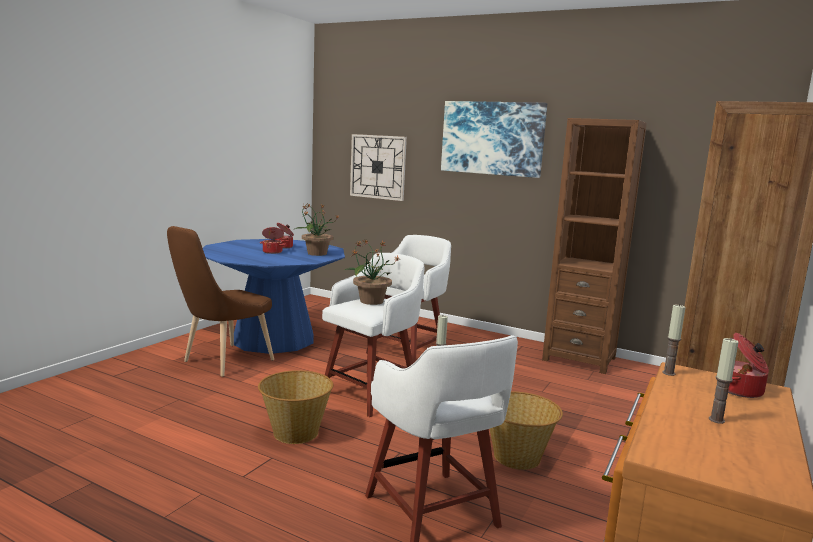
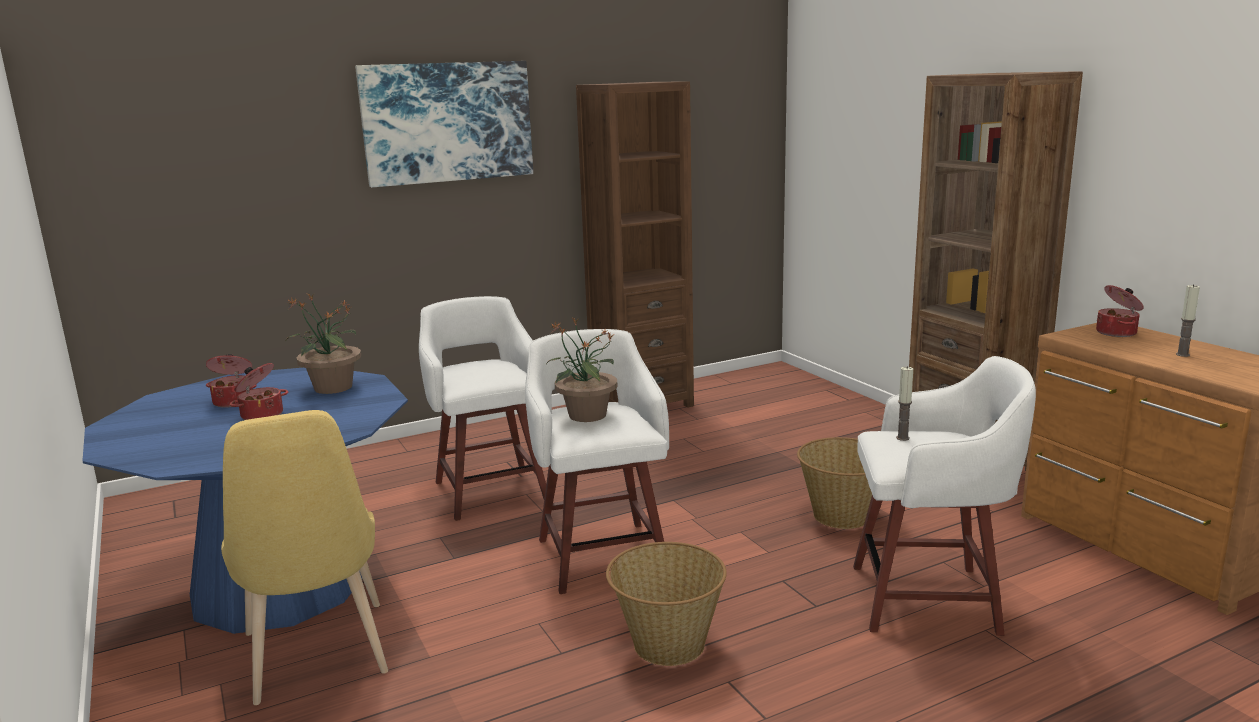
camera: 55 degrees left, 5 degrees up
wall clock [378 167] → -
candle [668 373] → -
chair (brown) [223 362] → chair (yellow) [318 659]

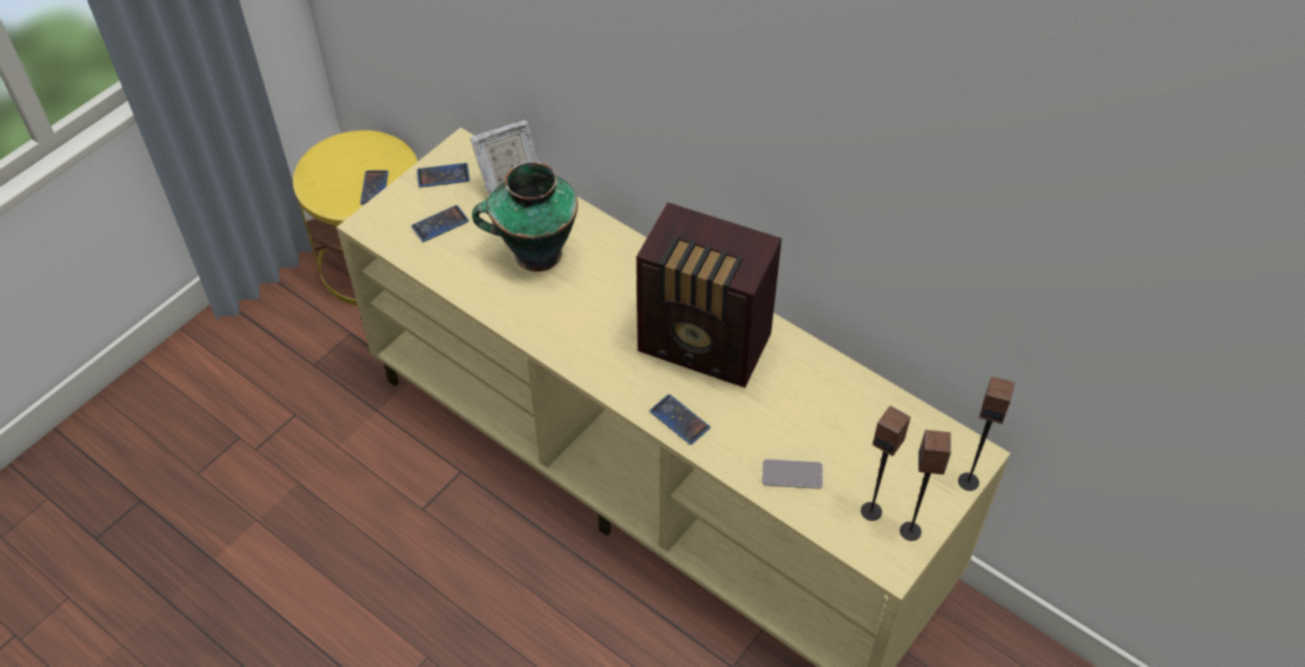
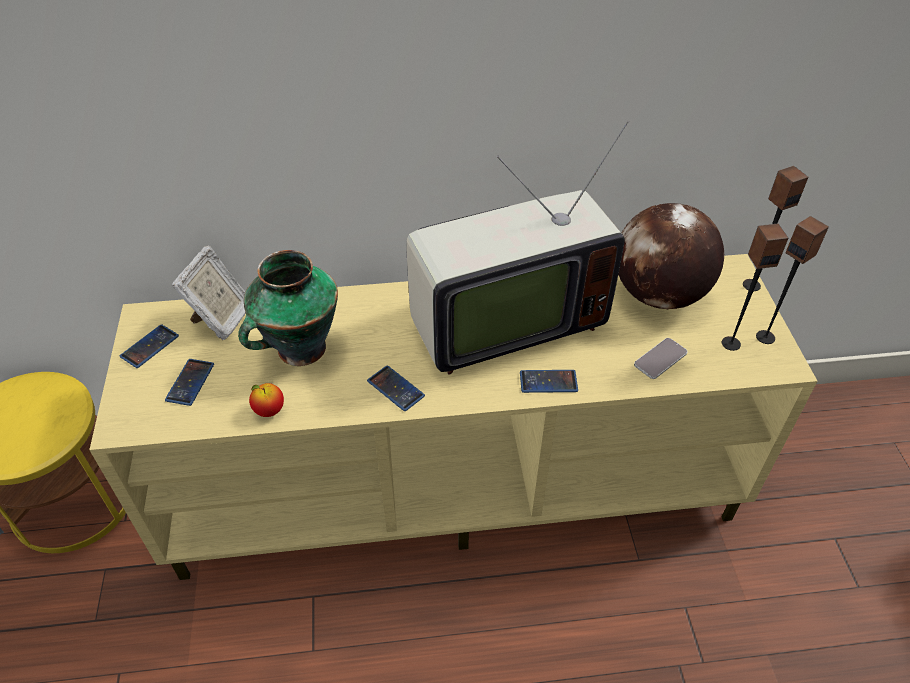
camera: 45 degrees left, 5 degrees down
- → apple [269 410]
- → globe [658 295]
phone [374 188] → phone [395 389], move
radio [706 346] → television [502 322]

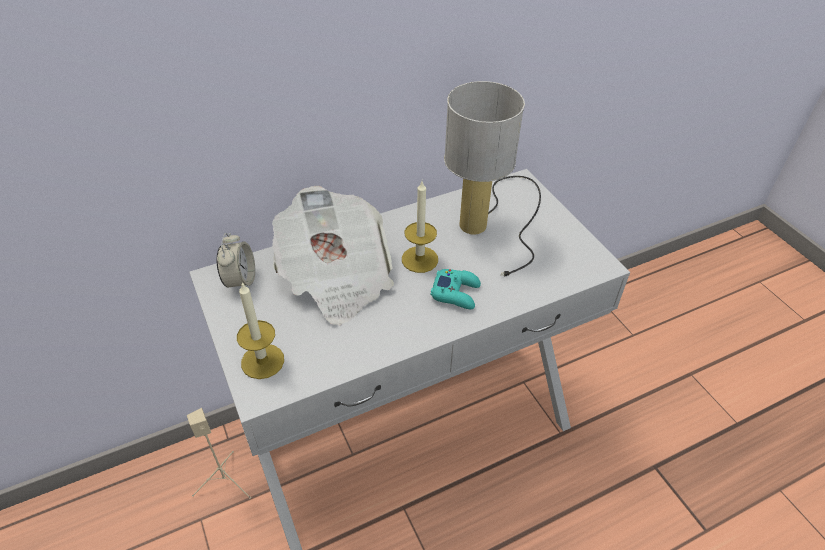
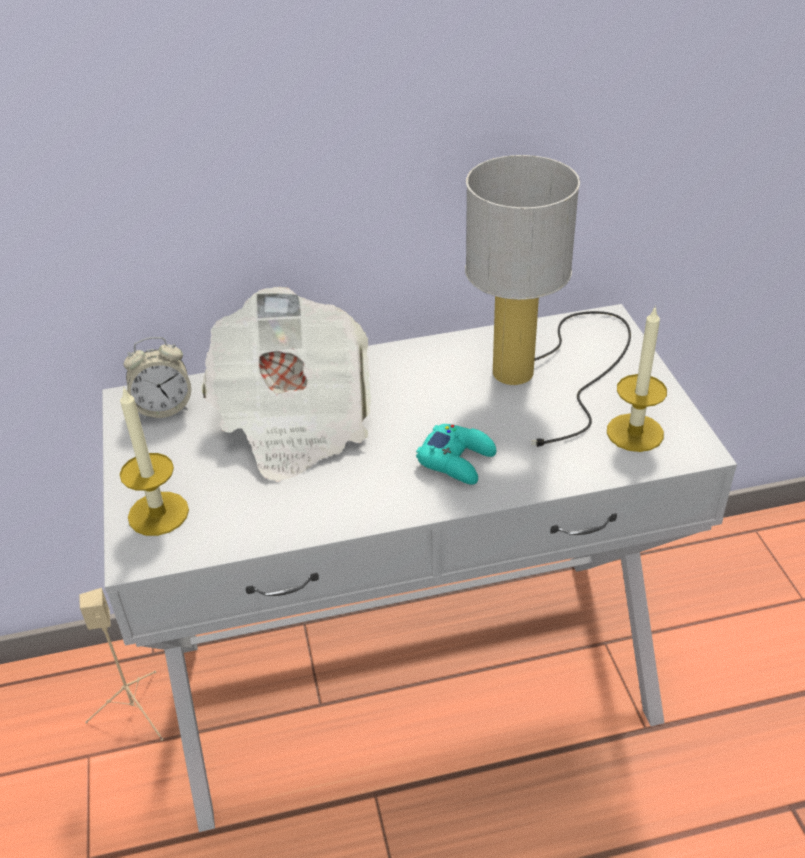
camera: 15 degrees right, 5 degrees down
candle [419 259] → candle [635 432], move
alarm clock [240 280] → alarm clock [164 408], 60 degrees clockwise

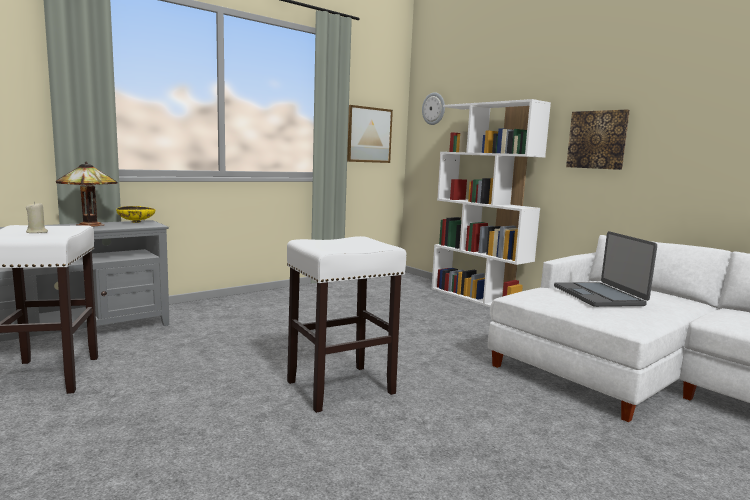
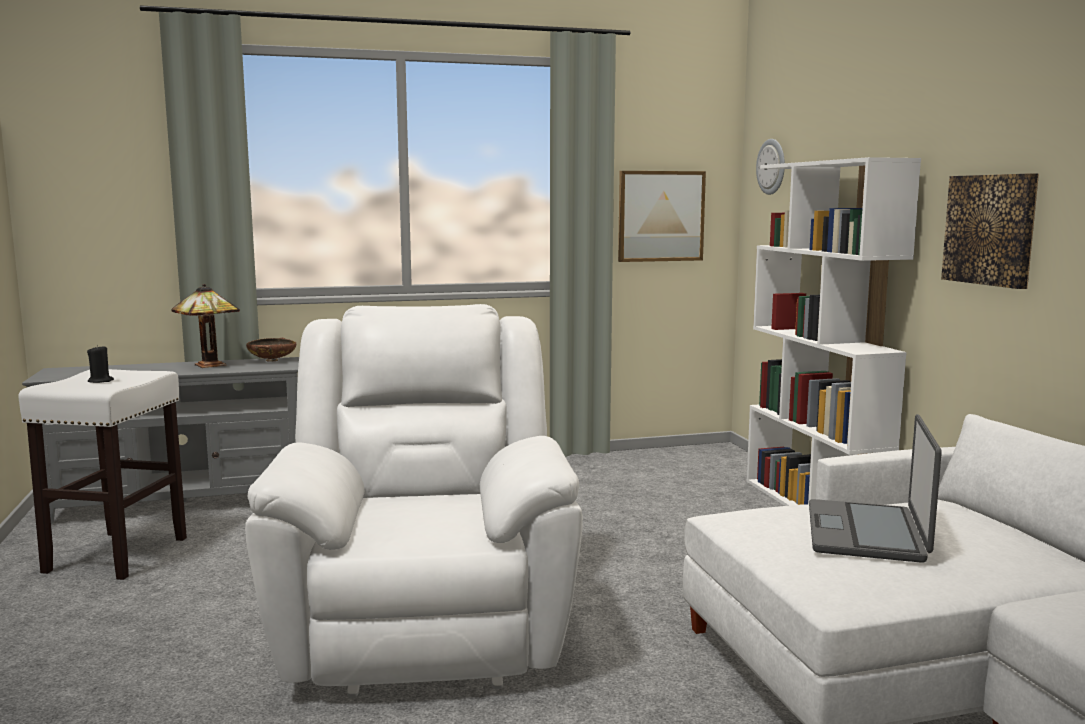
camera: 25 degrees right, 0 degrees up
stool (white) [341 387] → armchair (white) [425 624]
candle (beige) [37 232] → candle (black) [101 381]
bowl (yellow) [136 222] → bowl (brown) [272 360]

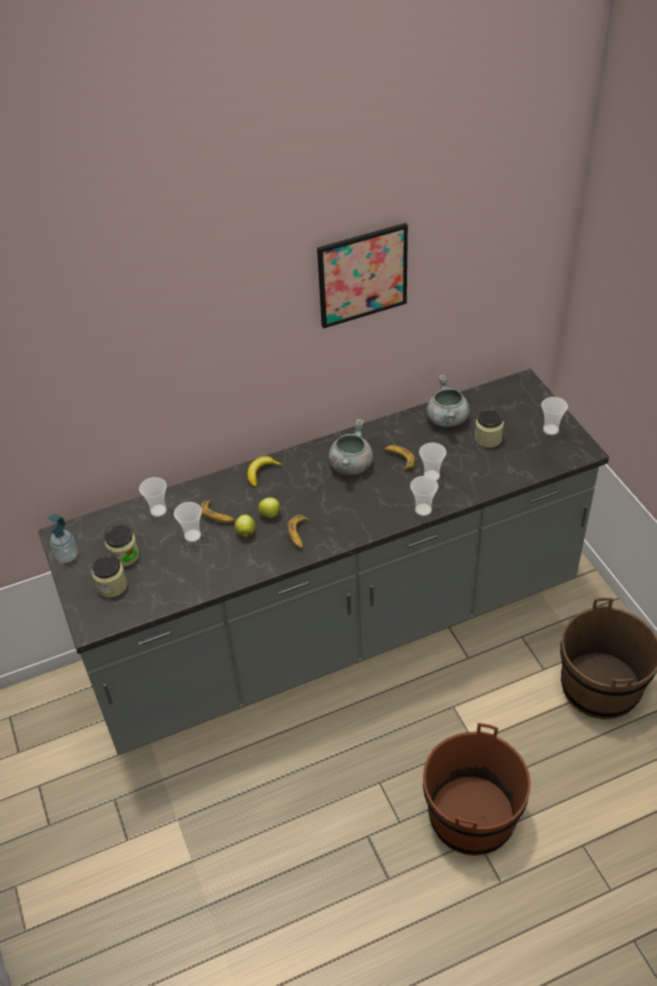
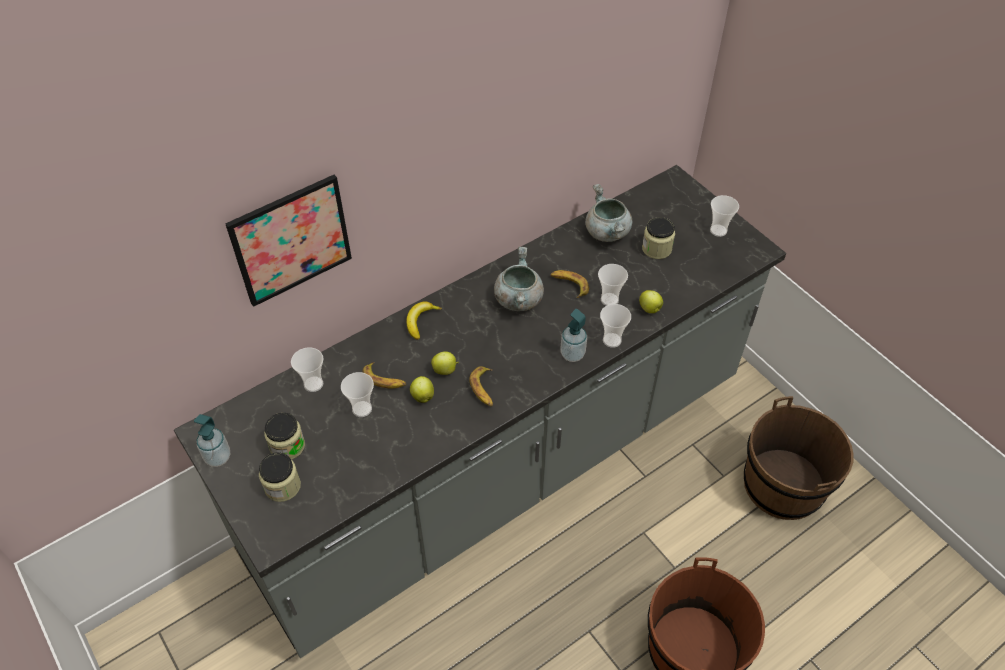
camera: 15 degrees left, 5 degrees up
- → soap dispenser [572 354]
- → apple [650 309]
picture [362 275] → picture [291 240], move

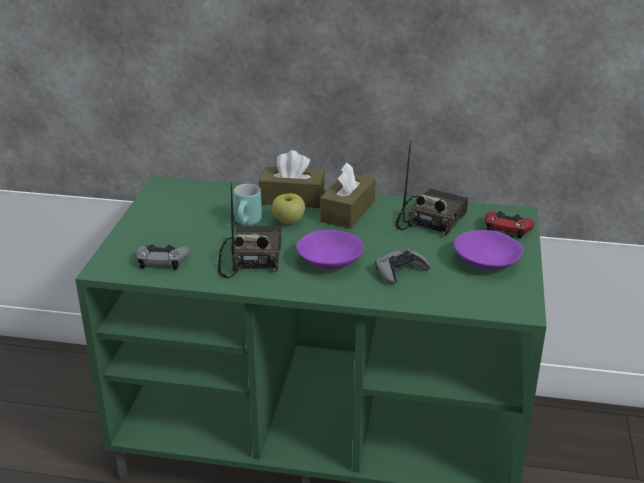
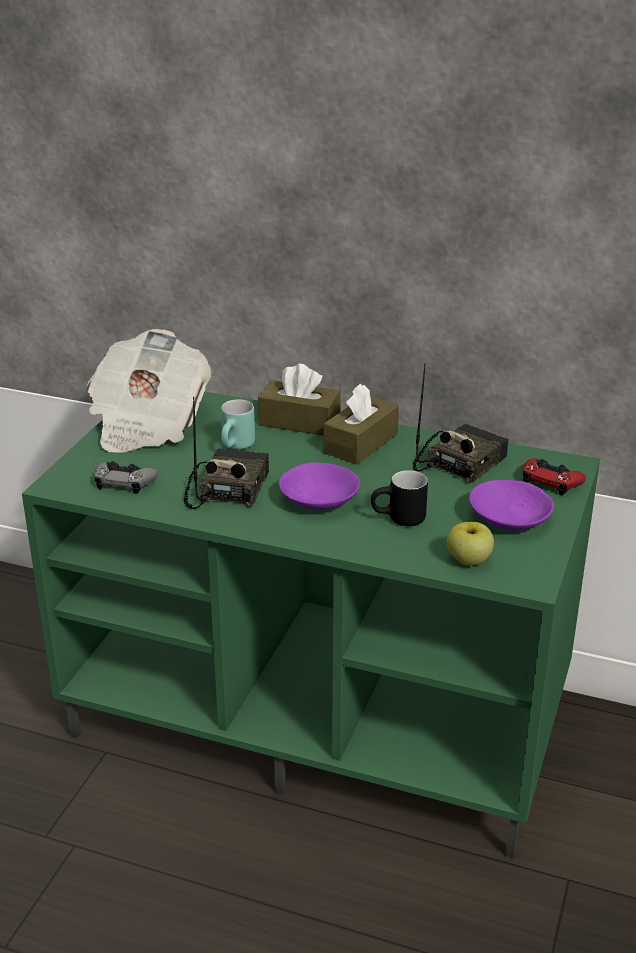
camera: 10 degrees right, 0 degrees up
- → newspaper [147 423]
apple [288 221] → apple [468 560], move
game controller (grey) [400 271] → mug (black) [399 520]

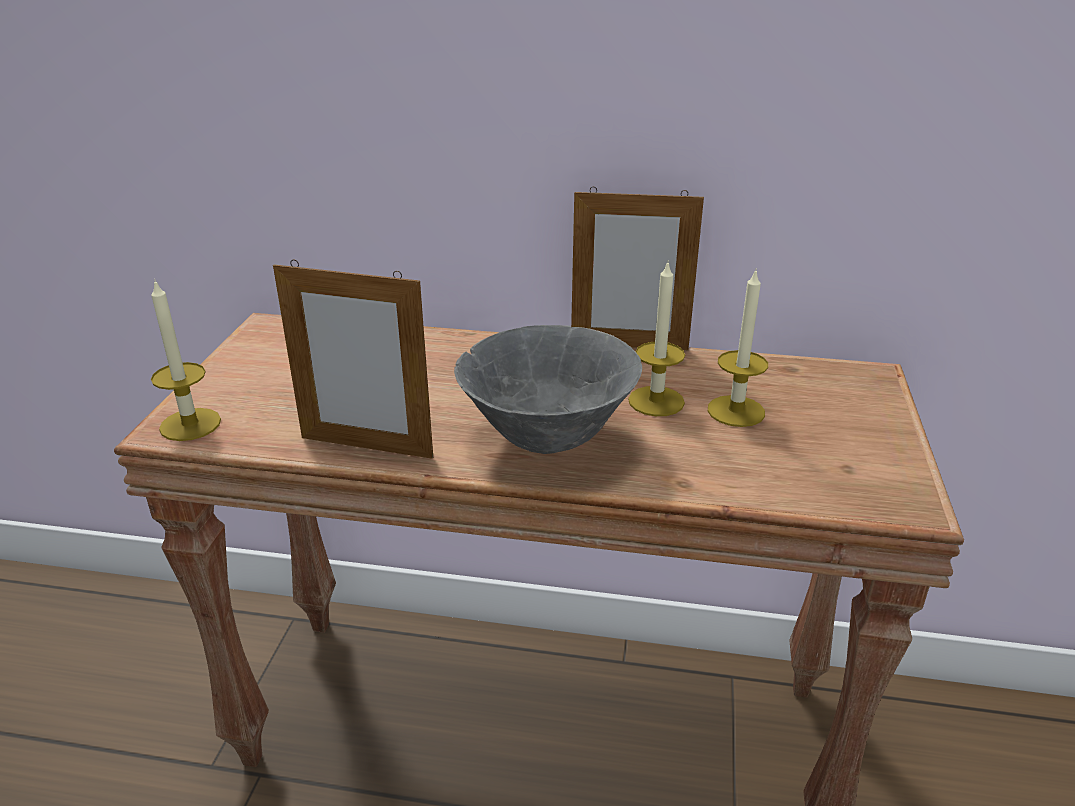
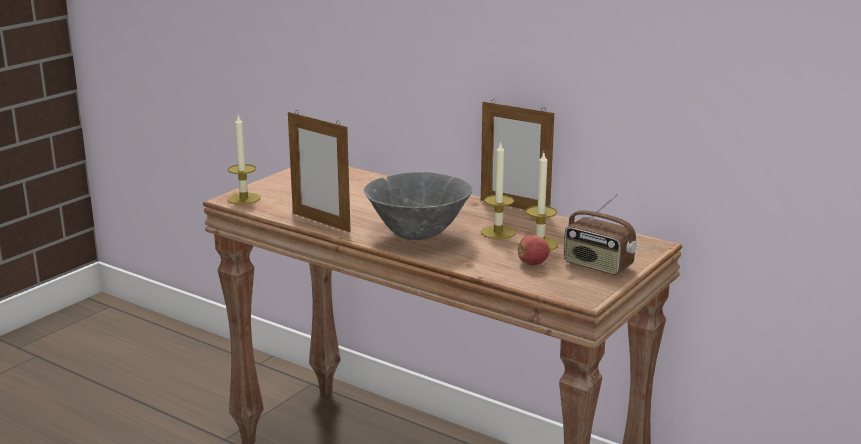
camera: 25 degrees right, 10 degrees down
- → apple [532 263]
- → radio [597 266]

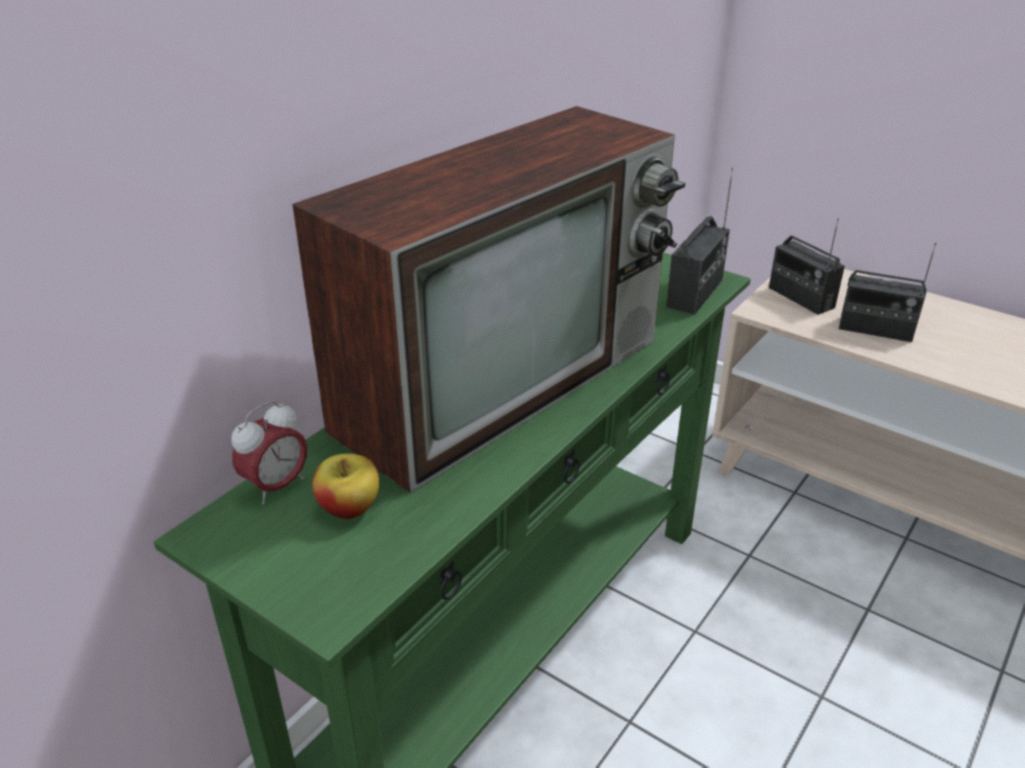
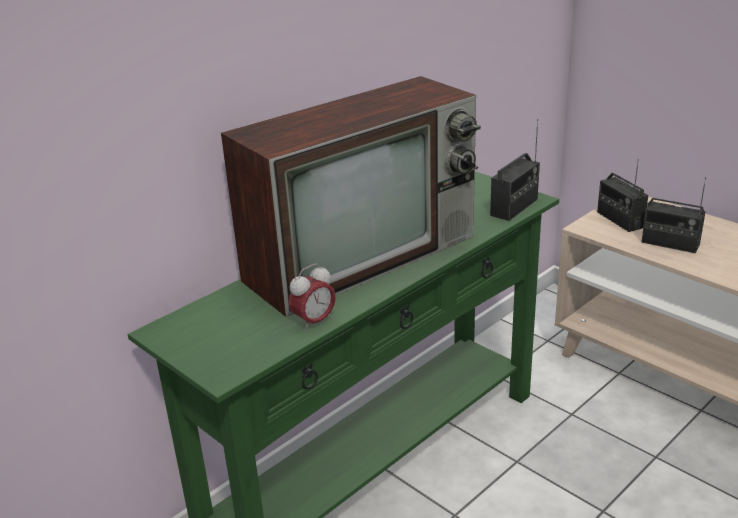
camera: 10 degrees right, 5 degrees down
apple [349 507] → -
alarm clock [276 486] → alarm clock [314 322], move

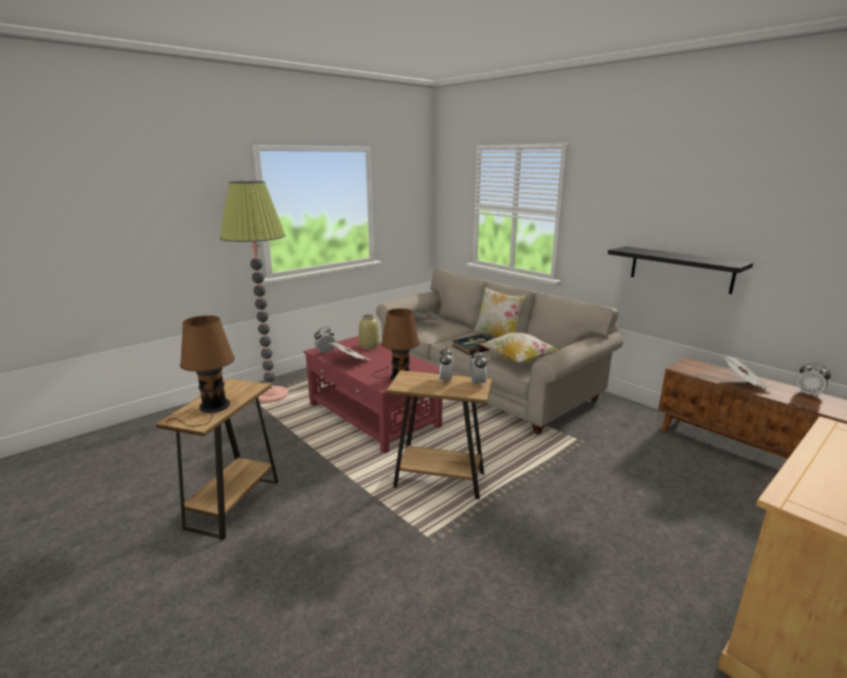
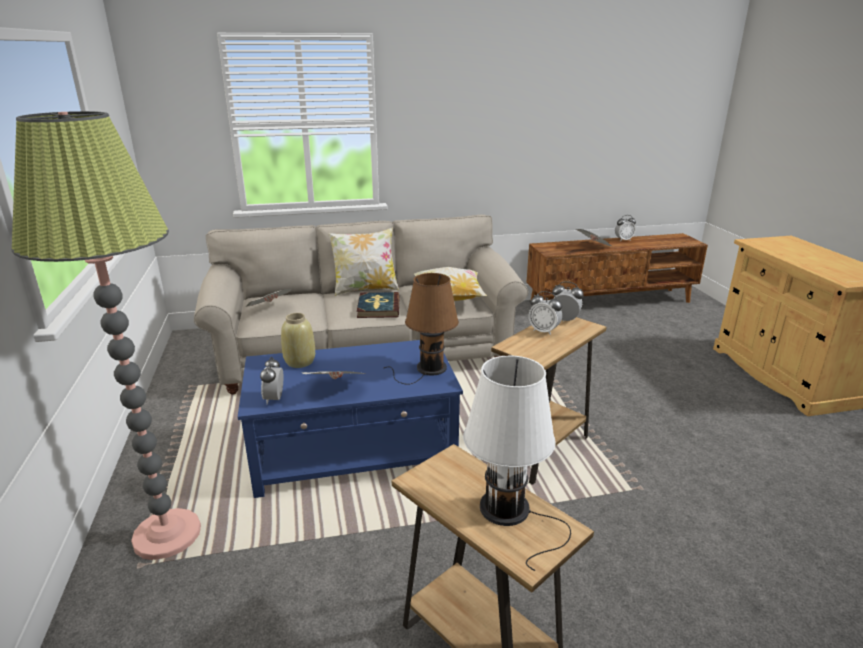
camera: 60 degrees left, 5 degrees up
shelf (black) [681 269] → -
table lamp (brown) [212 408] → table lamp (white) [509 511]
coffee table (red) [373 415] → coffee table (blue) [355 450]

